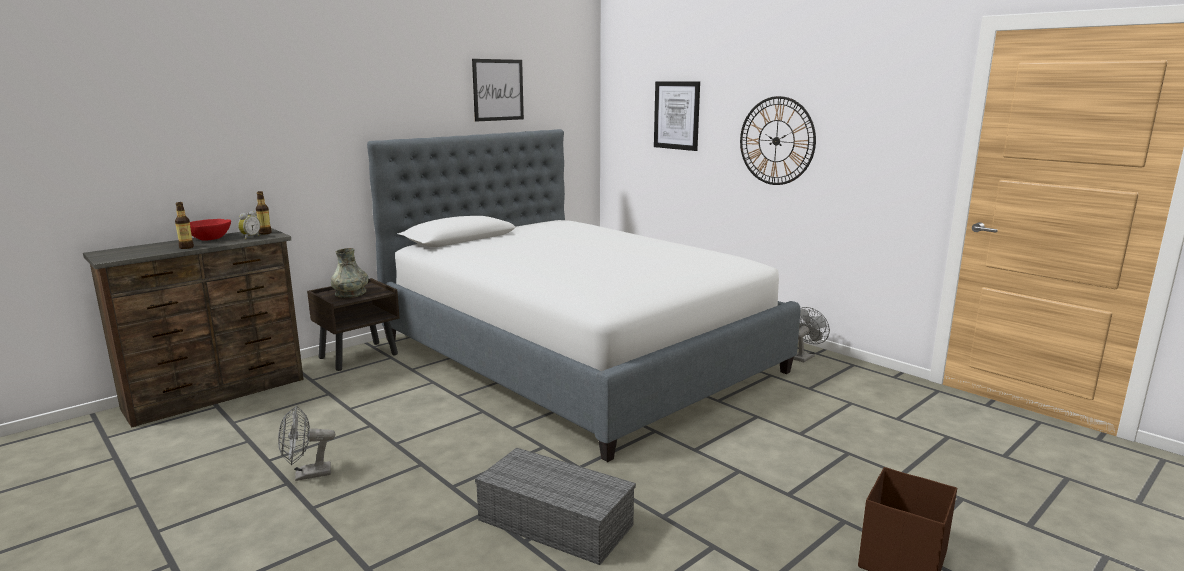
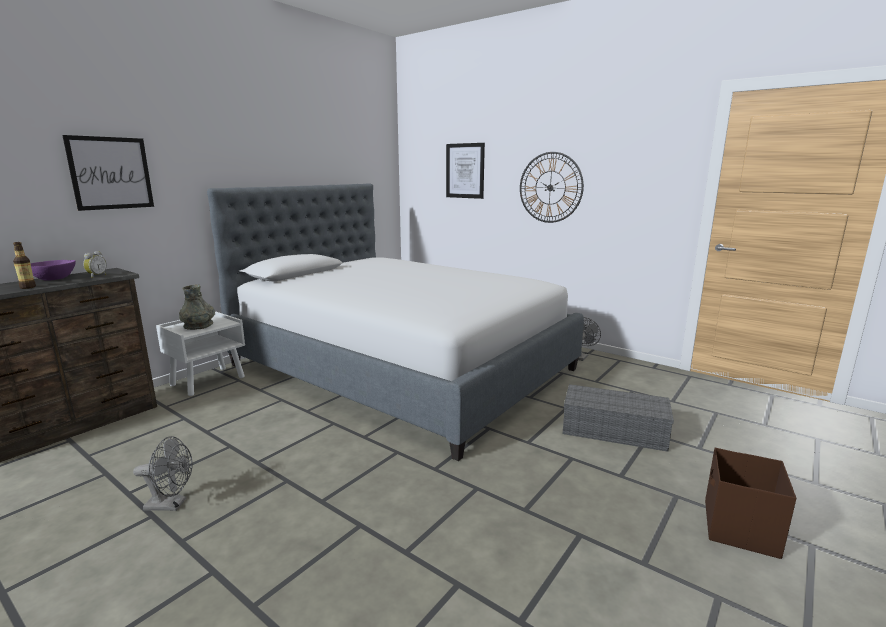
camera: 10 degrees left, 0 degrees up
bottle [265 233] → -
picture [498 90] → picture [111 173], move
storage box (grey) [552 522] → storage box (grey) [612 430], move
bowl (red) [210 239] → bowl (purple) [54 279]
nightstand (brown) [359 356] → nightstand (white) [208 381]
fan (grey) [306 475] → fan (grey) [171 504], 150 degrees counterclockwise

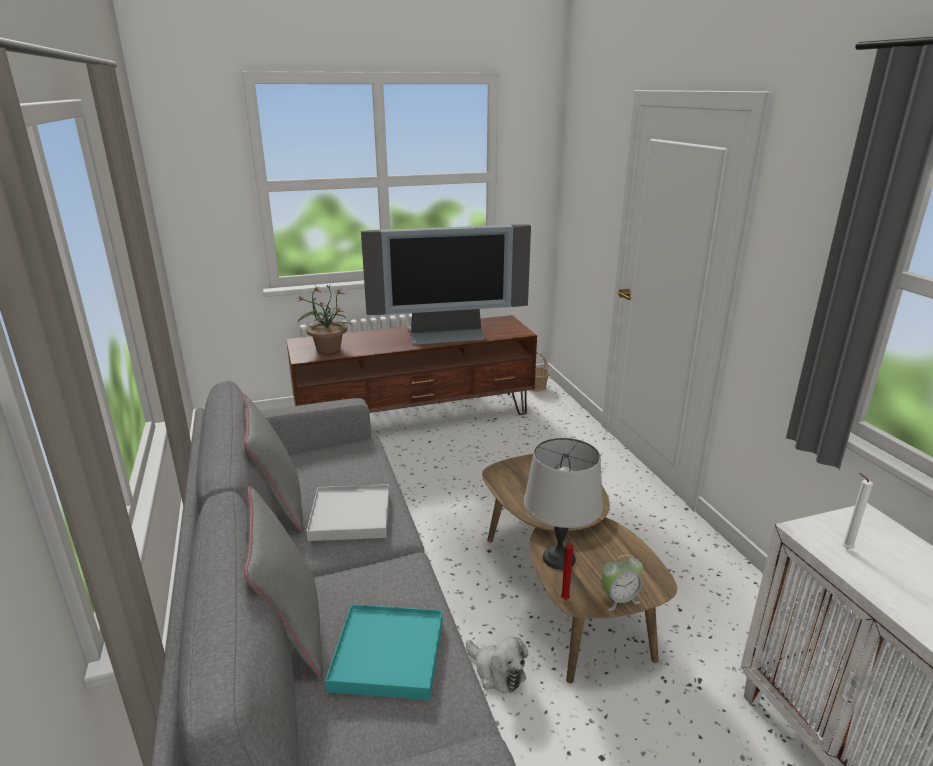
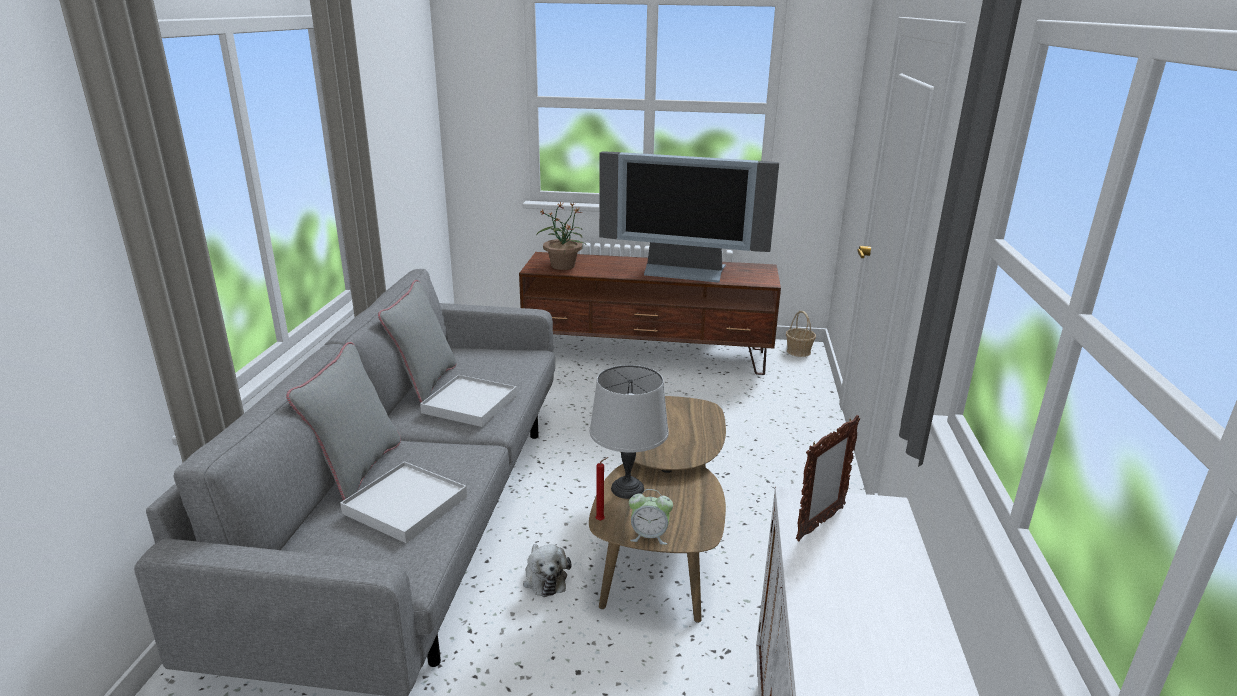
camera: 25 degrees right, 0 degrees up
candle (white) [845 548] → picture frame [819 524]
tray (turquoise) [388 654] → tray (white) [406 505]

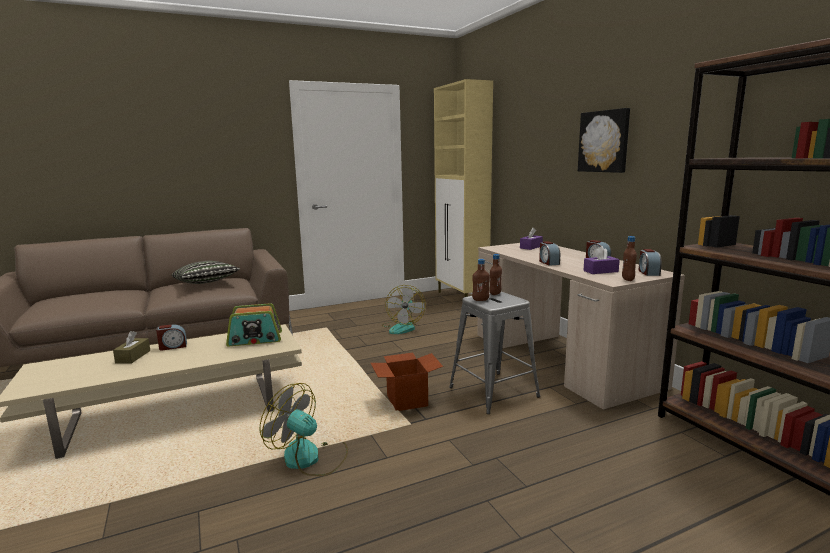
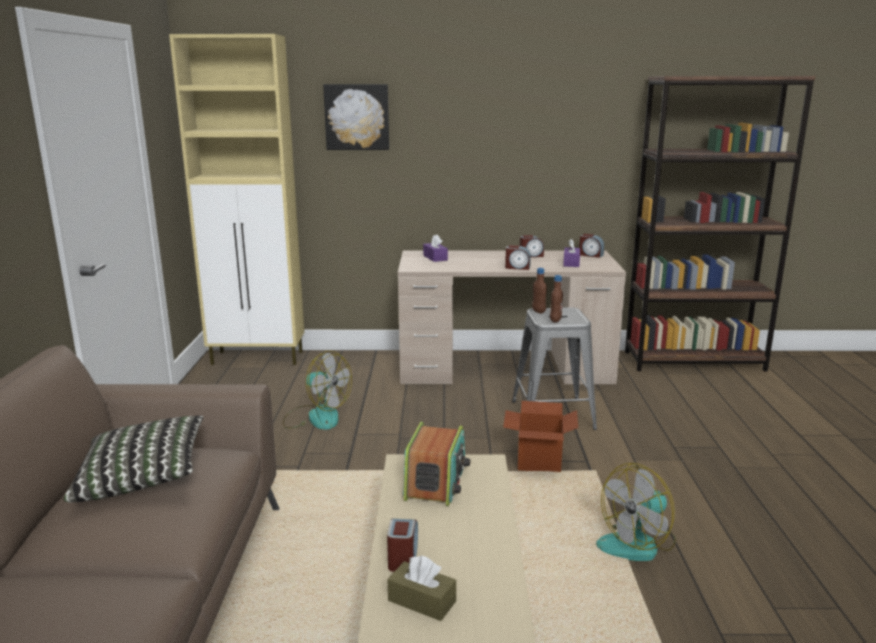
camera: 65 degrees left, 5 degrees up
bottle (brown) [628 279] → -
picture [604 141] → picture [357 117], move

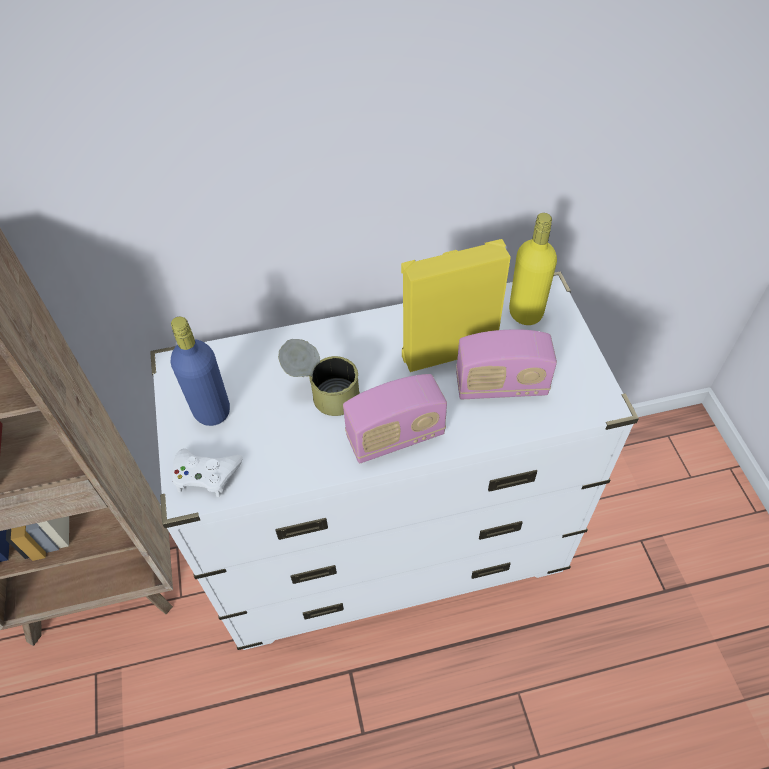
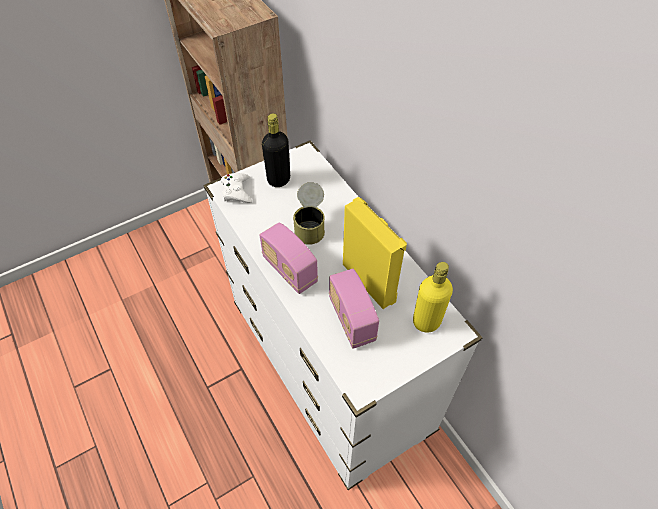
camera: 70 degrees right, 0 degrees up
bottle (blue) [212 411] → bottle (black) [278 179]

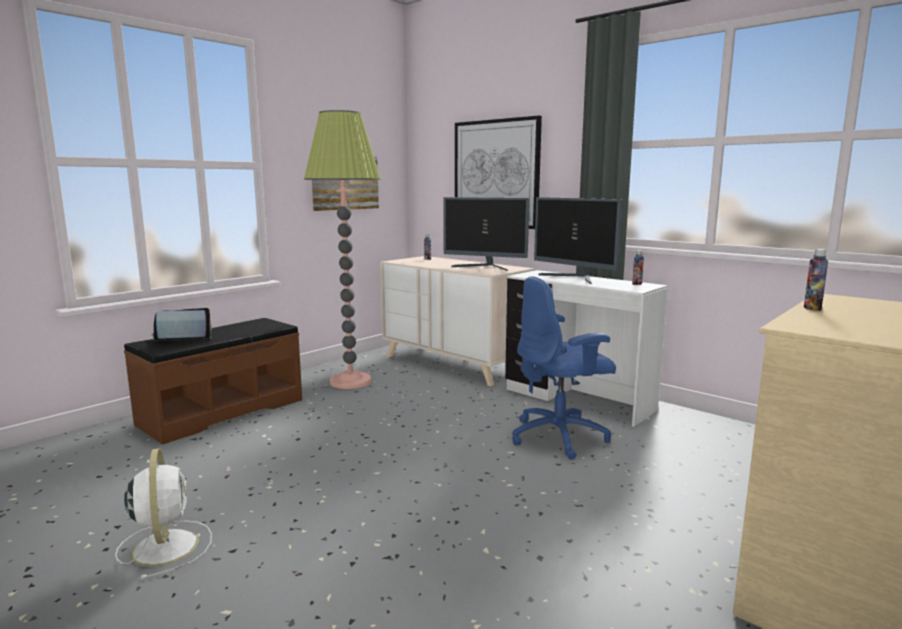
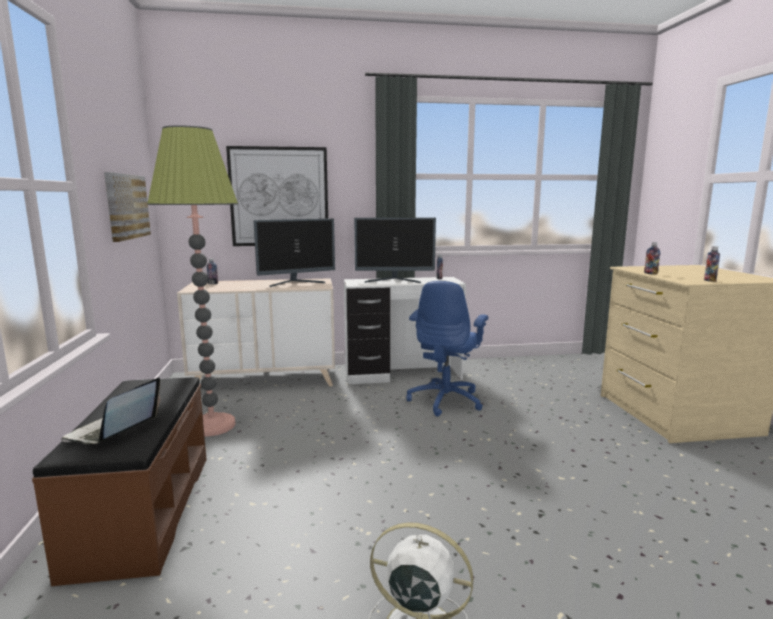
camera: 50 degrees left, 0 degrees up
- → bottle [710 280]

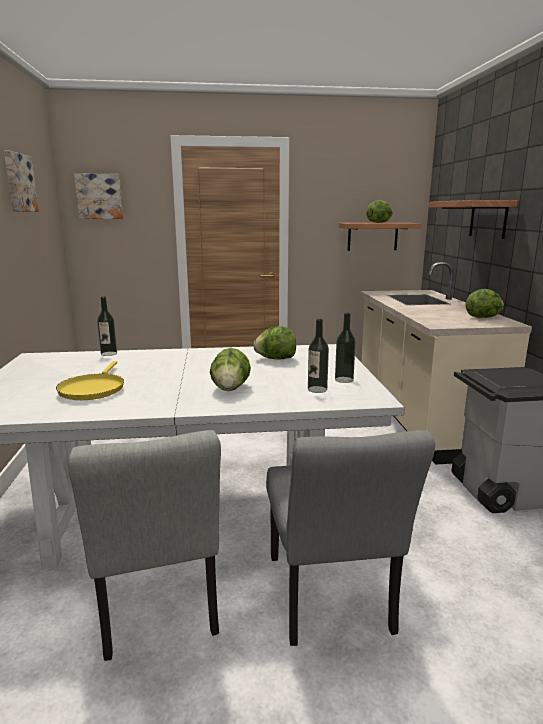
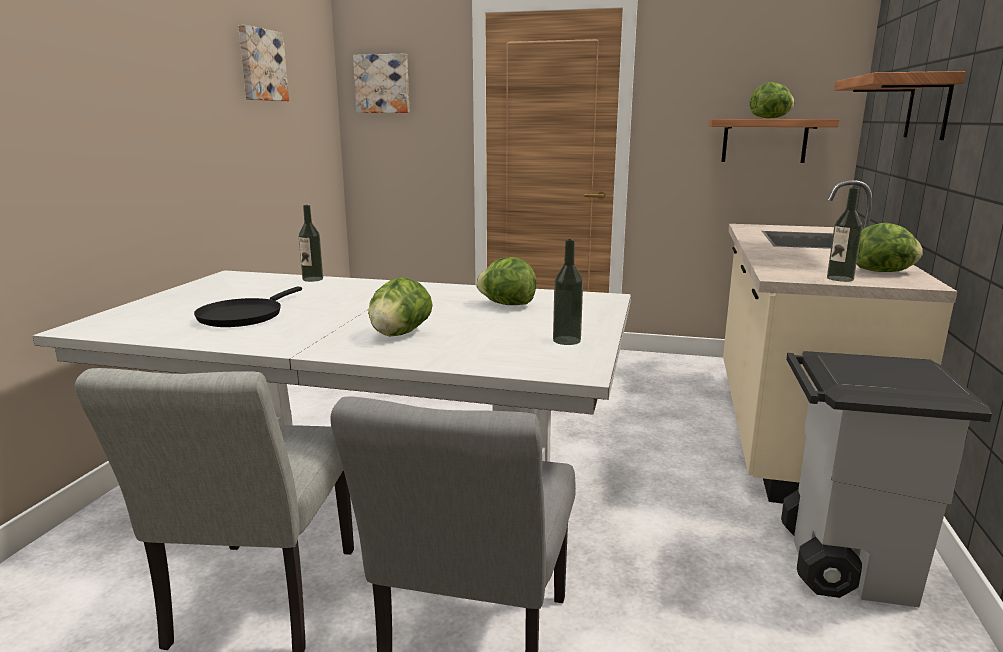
camera: 20 degrees right, 0 degrees up
bottle [317 389] → bottle [840 278], move
frying pan (yellow) [92 389] → frying pan (black) [243 316]

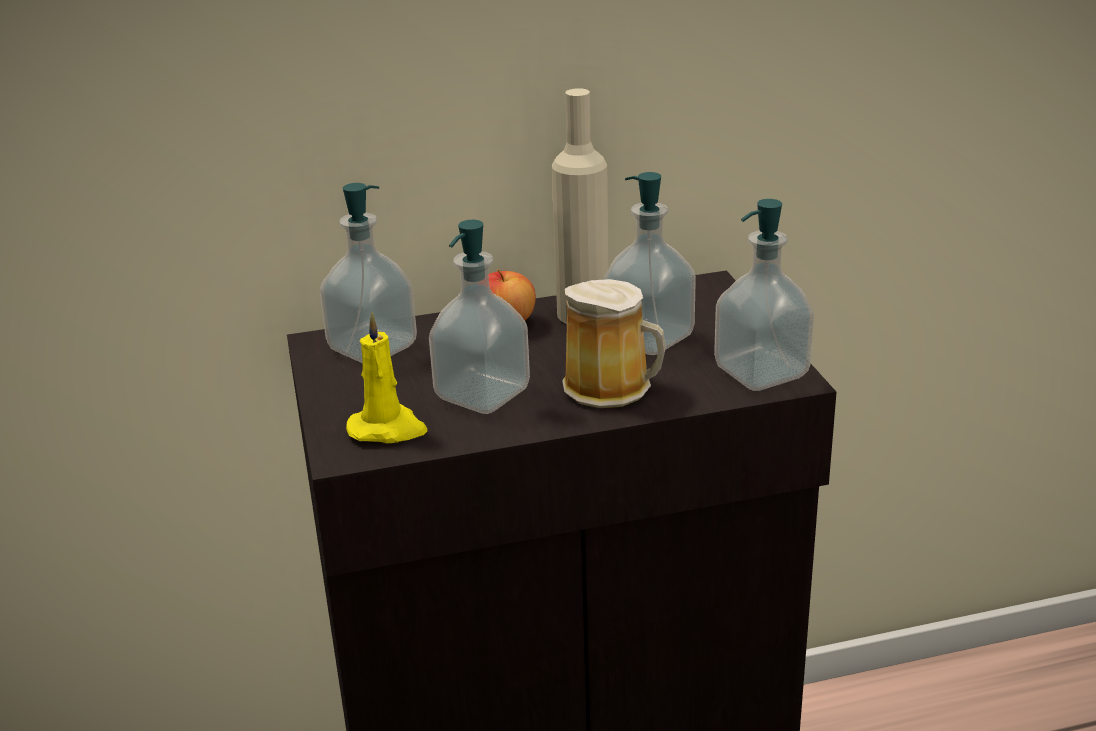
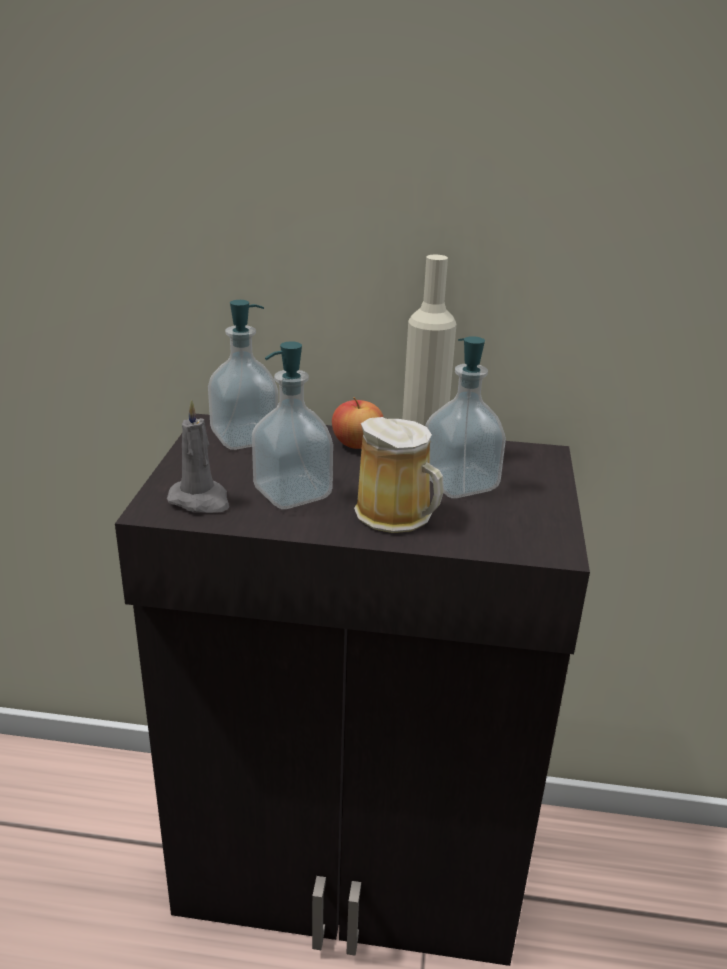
camera: 20 degrees right, 0 degrees up
soap dispenser [761 372] → -
candle (yellow) [388 429] → candle (grey) [200 500]

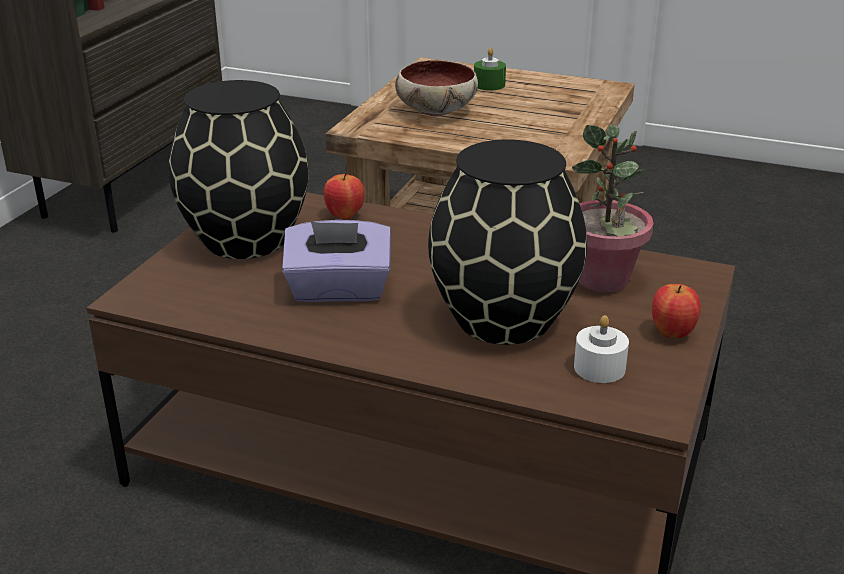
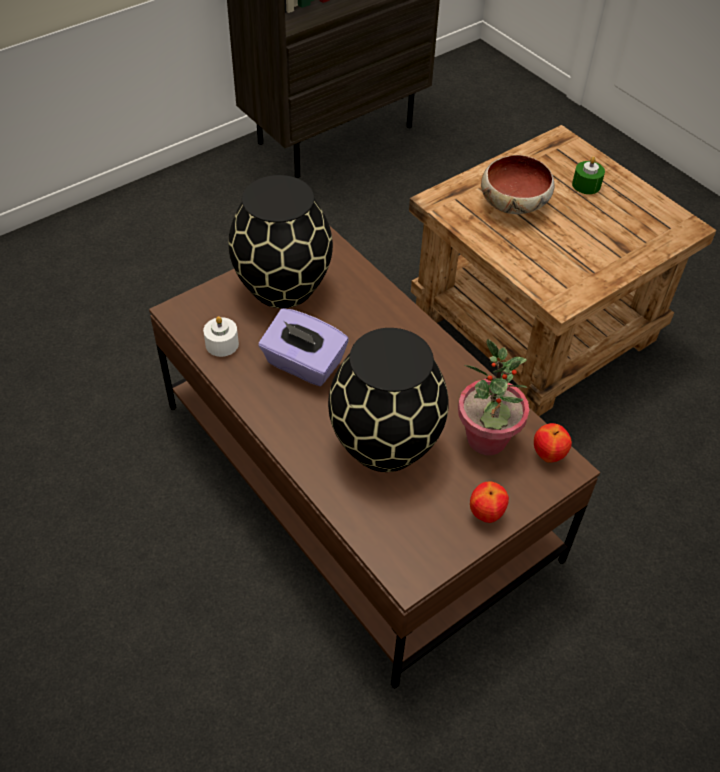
camera: 30 degrees right, 20 degrees up
apple [345 216] → apple [548 455], move
candle (white) [599 368] → candle (white) [222 344], move

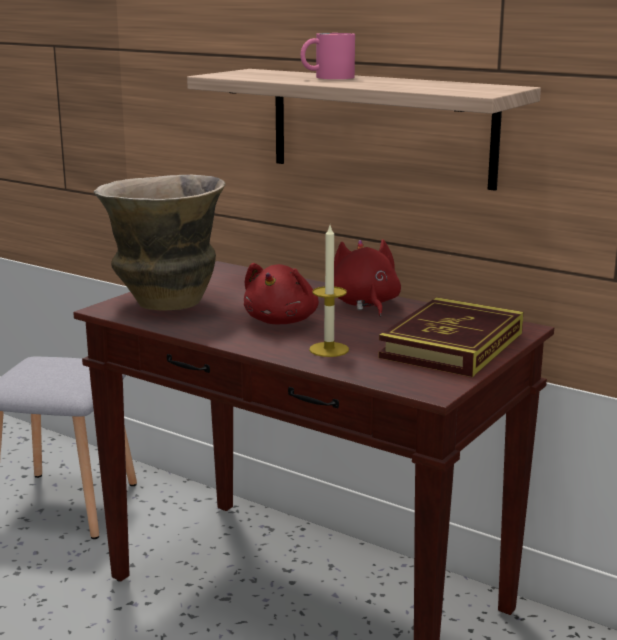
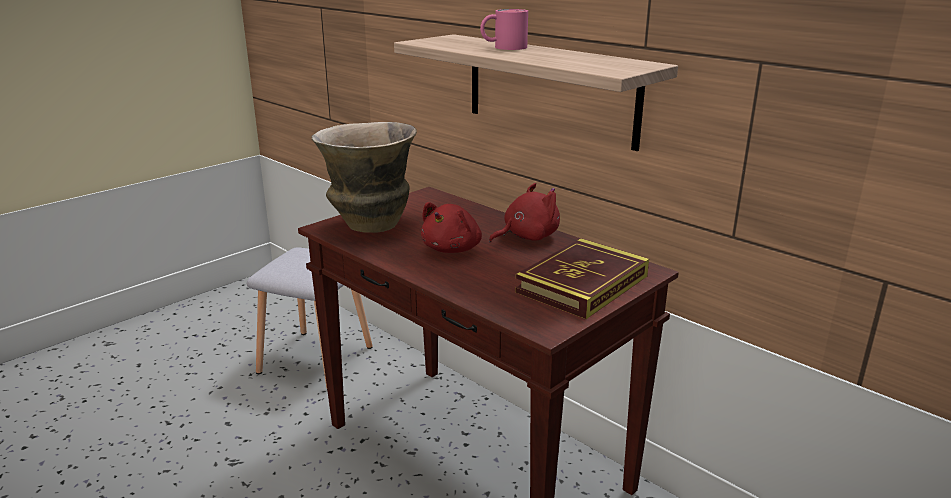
camera: 10 degrees right, 5 degrees up
candle [329 349] → -
plush toy (red) [365 304] → plush toy (red) [527 237], 60 degrees clockwise

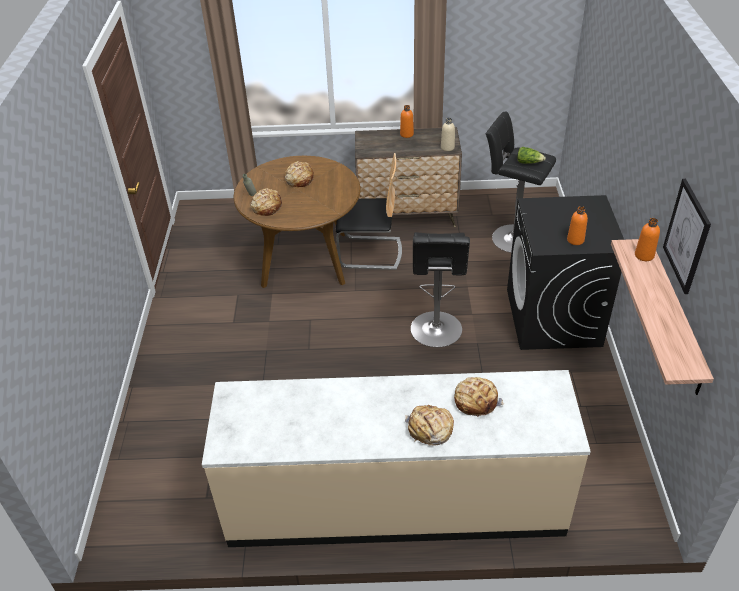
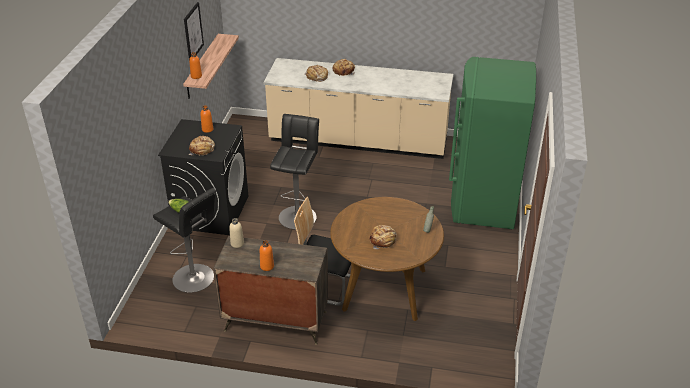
camera: 170 degrees left, 5 degrees down
- → fridge (green) [483 204]
bread [266 207] → bread [202 150], move

